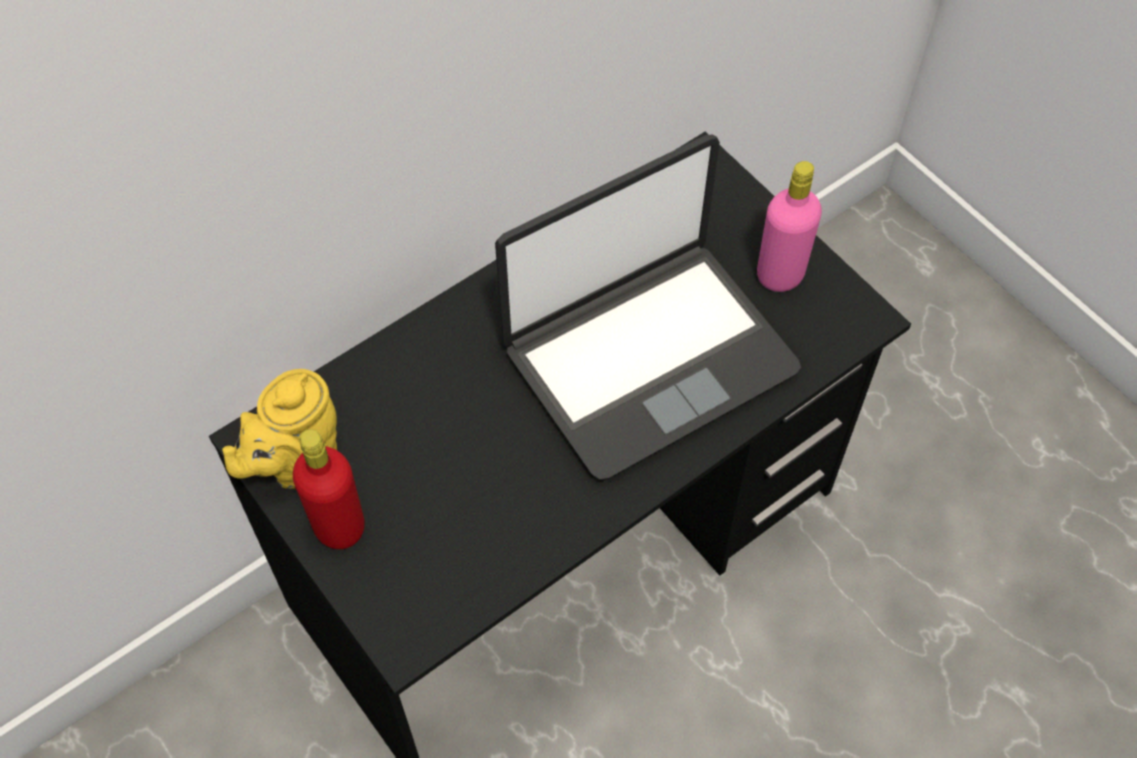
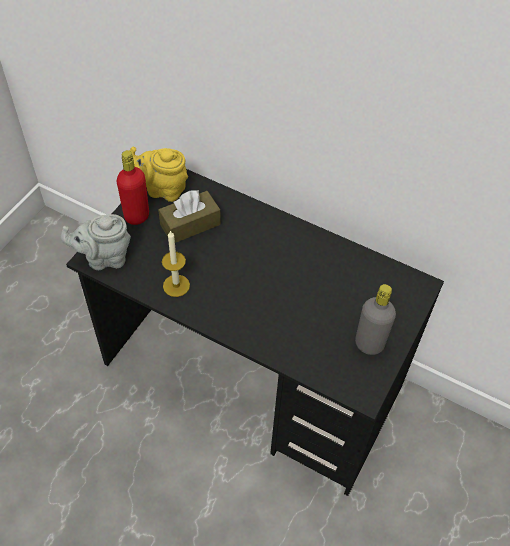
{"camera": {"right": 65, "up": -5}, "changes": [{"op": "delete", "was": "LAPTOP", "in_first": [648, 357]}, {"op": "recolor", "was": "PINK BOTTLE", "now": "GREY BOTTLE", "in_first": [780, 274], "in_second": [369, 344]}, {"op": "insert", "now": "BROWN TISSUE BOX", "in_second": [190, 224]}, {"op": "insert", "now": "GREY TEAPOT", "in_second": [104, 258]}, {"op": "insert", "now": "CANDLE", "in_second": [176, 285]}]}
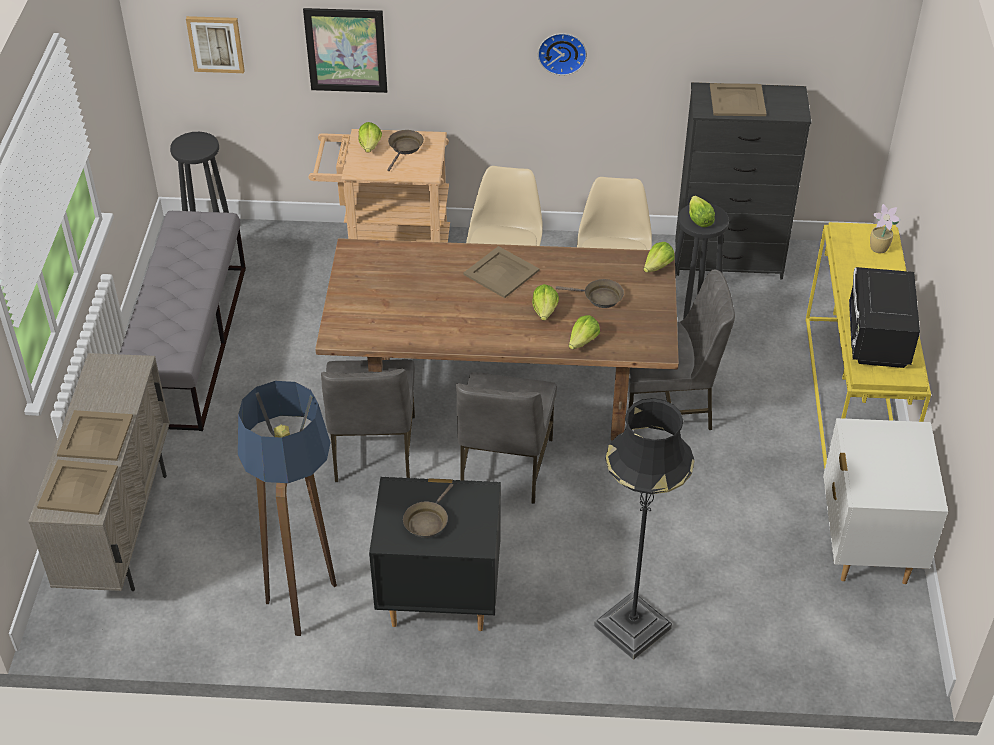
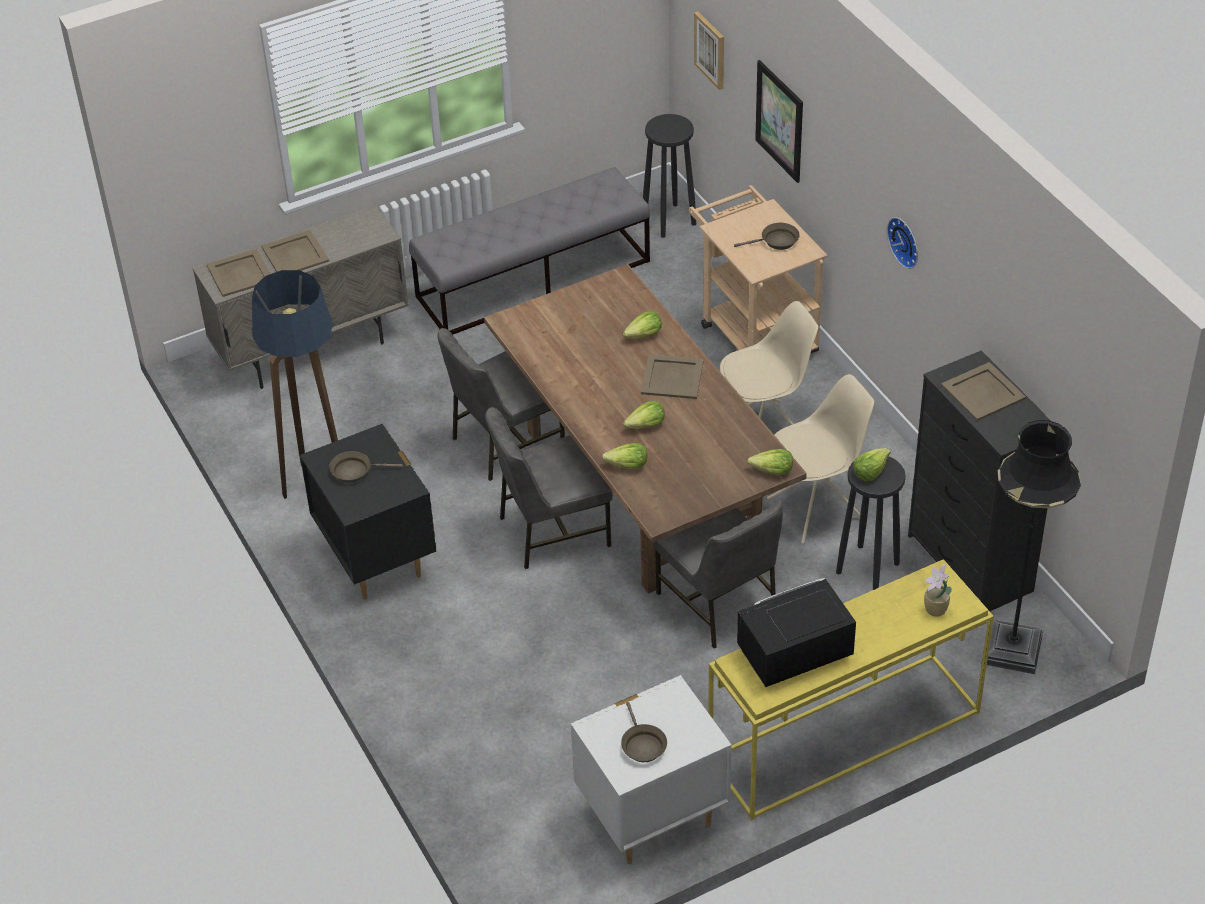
{"camera": {"right": 60, "up": 0}, "changes": [{"op": "move", "was": "LETTUCE", "in_first": [370, 146], "in_second": [644, 335]}, {"op": "move", "was": "BROWN FRYING PAN", "in_first": [599, 297], "in_second": [642, 745]}, {"op": "move", "was": "BLACK FLOOR LAMP", "in_first": [632, 627], "in_second": [1011, 649]}]}
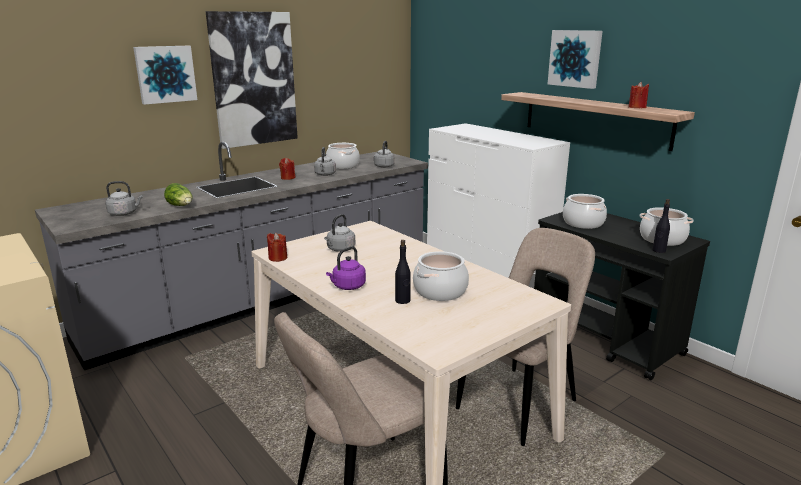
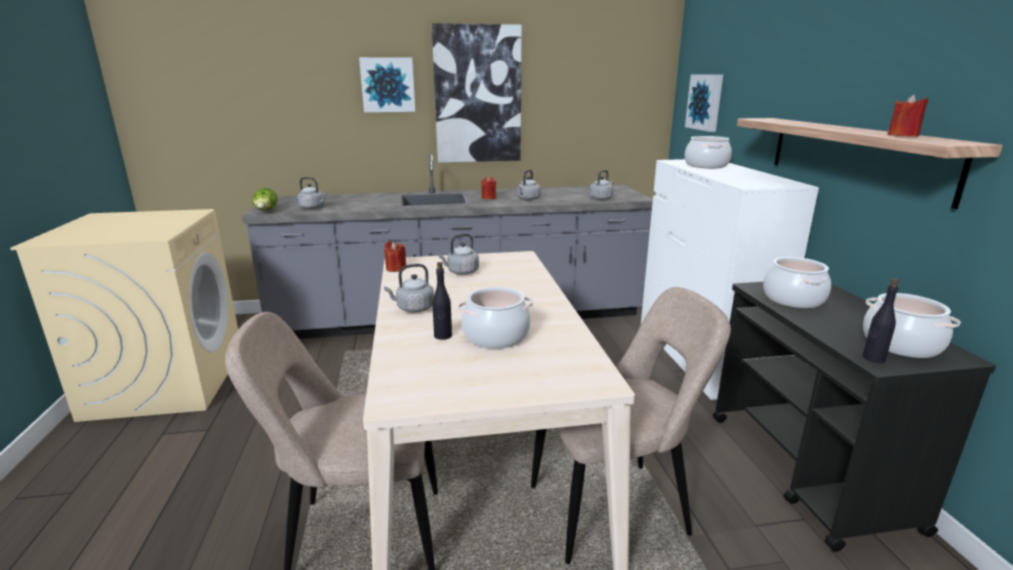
{"camera": {"right": 30, "up": 0}, "changes": [{"op": "move", "was": "PICTURE", "in_first": [575, 58], "in_second": [705, 102]}, {"op": "move", "was": "COOKING POT", "in_first": [342, 166], "in_second": [706, 165]}, {"op": "move", "was": "LETTUCE", "in_first": [181, 206], "in_second": [266, 211]}, {"op": "recolor", "was": "PURPLE KETTLE", "now": "GREY KETTLE", "in_first": [347, 286], "in_second": [413, 308]}]}
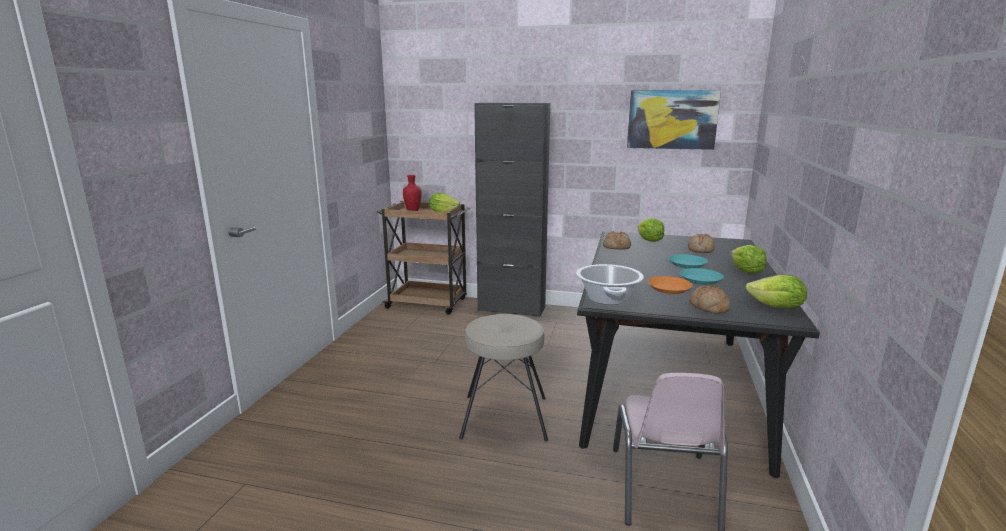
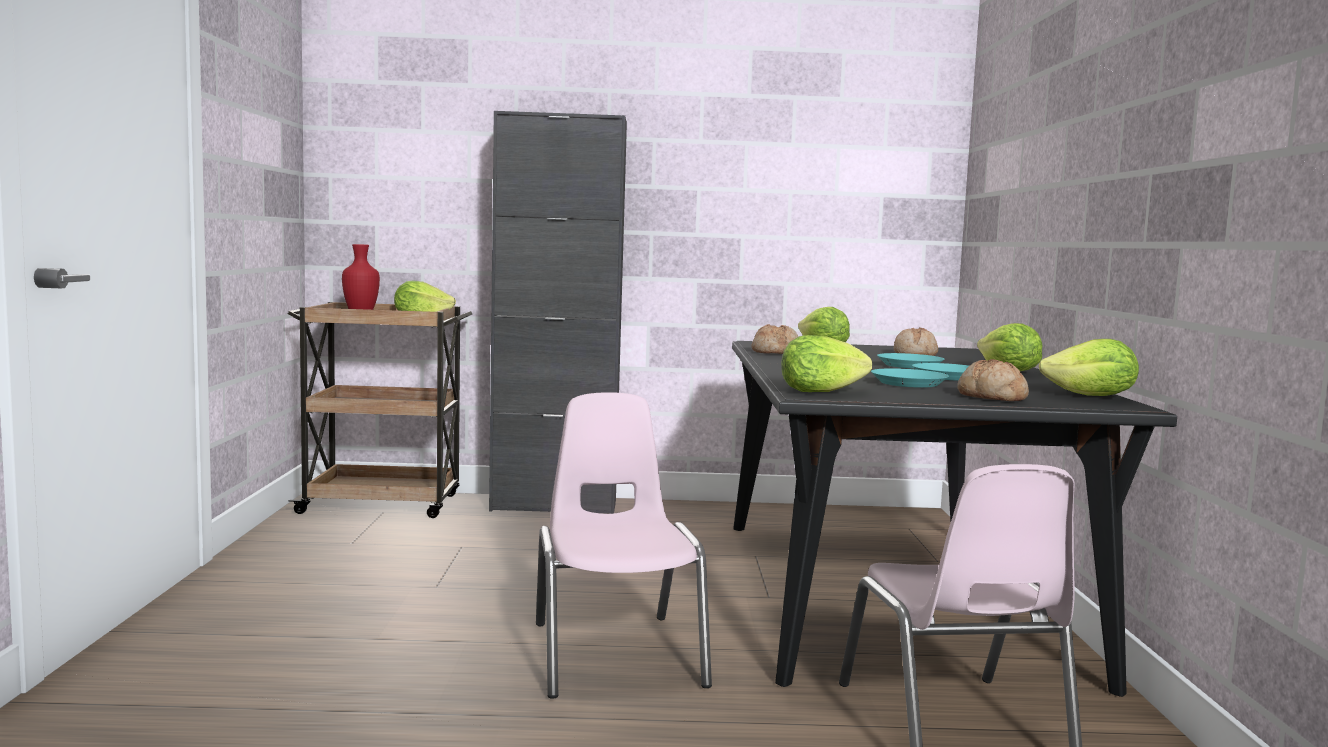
{"camera": {"right": -15, "up": -10}, "changes": [{"op": "delete", "was": "PICTURE", "in_first": [672, 119]}, {"op": "replace", "was": "COOKING POT", "now": "LETTUCE", "in_first": [607, 298], "in_second": [820, 391]}, {"op": "recolor", "was": "ORANGE PLATE", "now": "TURQUOISE PLATE", "in_first": [669, 288], "in_second": [908, 383]}, {"op": "replace", "was": "BEIGE STOOL", "now": "PINK CHAIR", "in_first": [504, 416], "in_second": [615, 654]}]}
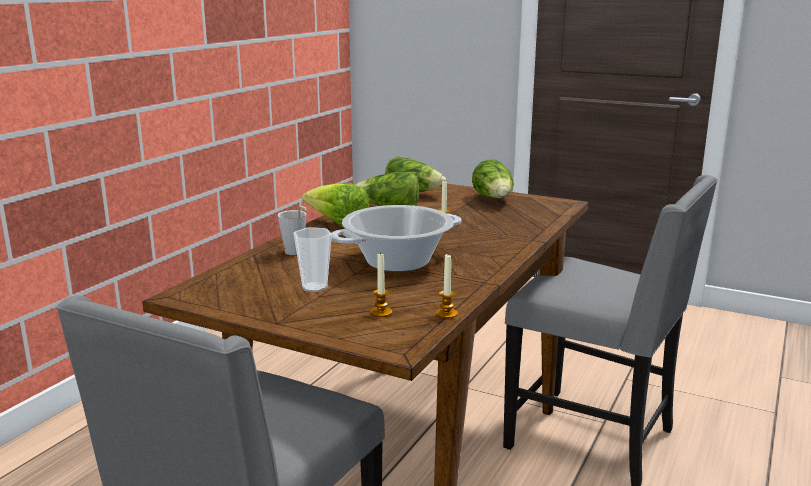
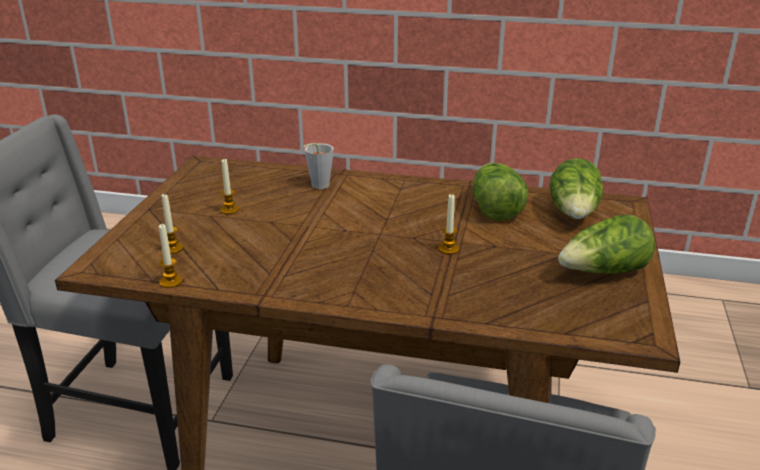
{"camera": {"right": 75, "up": 10}, "changes": [{"op": "delete", "was": "LETTUCE", "in_first": [338, 225]}, {"op": "delete", "was": "COOKING POT", "in_first": [398, 262]}, {"op": "replace", "was": "CUP", "now": "CANDLE", "in_first": [314, 287], "in_second": [229, 210]}]}
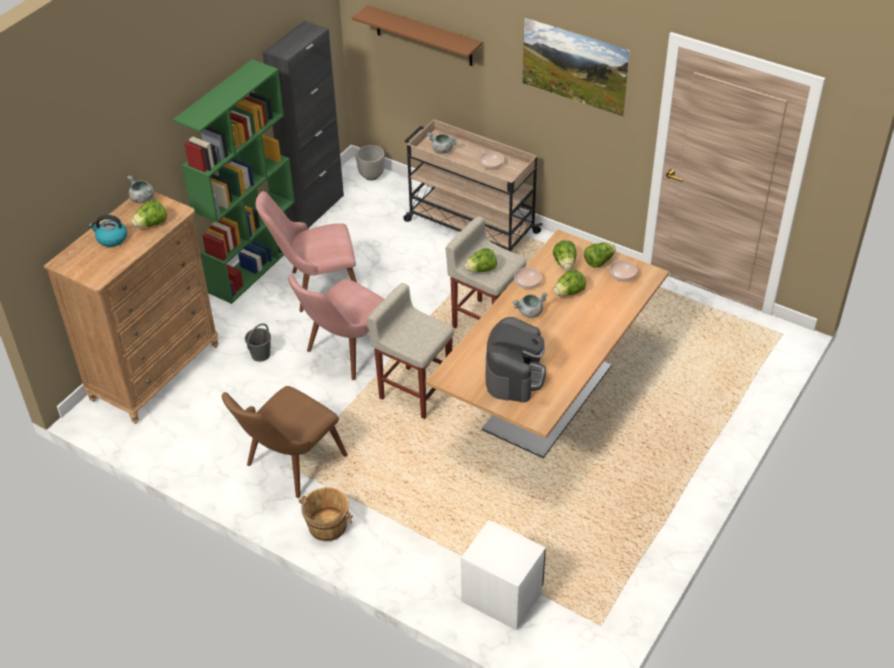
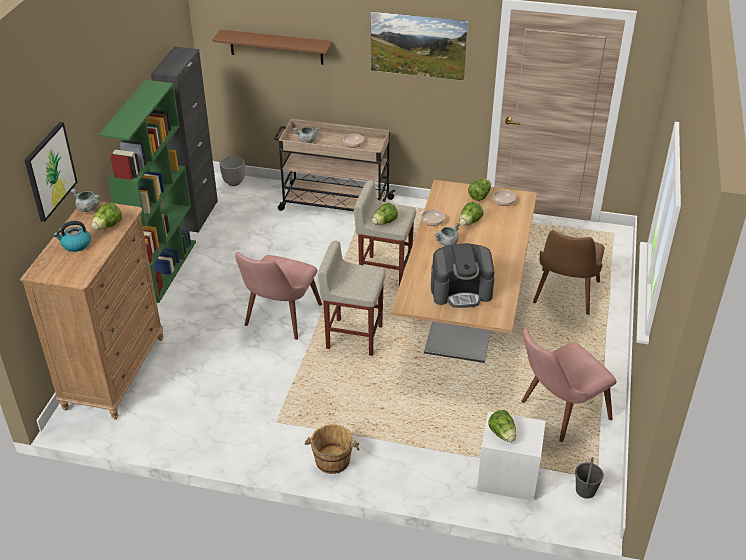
{"camera": {"right": -20, "up": -5}, "changes": [{"op": "move", "was": "PINK CHAIR", "in_first": [315, 288], "in_second": [556, 414]}, {"op": "move", "was": "LETTUCE", "in_first": [565, 264], "in_second": [502, 434]}, {"op": "rotate", "was": "COFFEE MACHINE", "in_first": [514, 375], "in_second": [461, 291], "clockwise": 90}, {"op": "move", "was": "GREY BUCKET", "in_first": [260, 355], "in_second": [585, 490]}, {"op": "move", "was": "BROWN CHAIR", "in_first": [288, 467], "in_second": [564, 298]}, {"op": "insert", "now": "PICTURE", "in_second": [50, 171]}]}
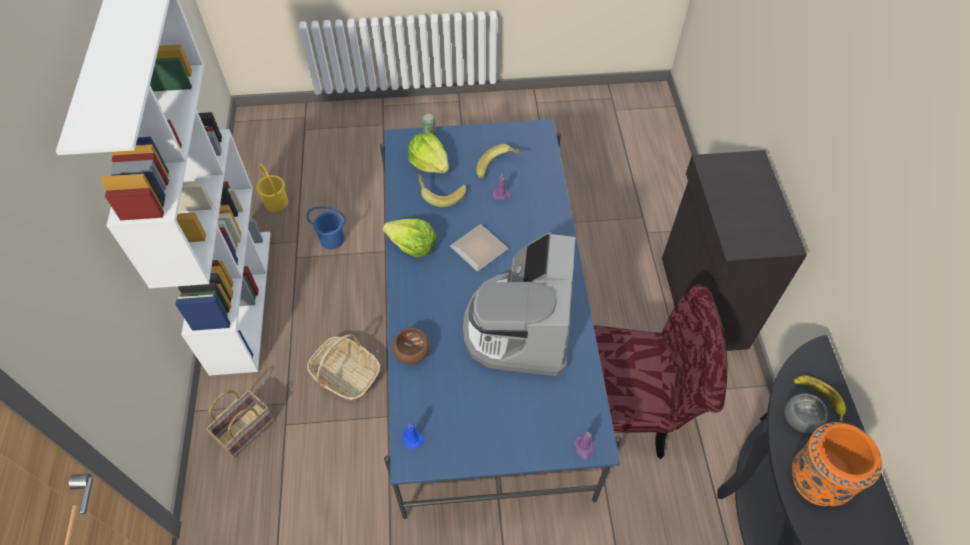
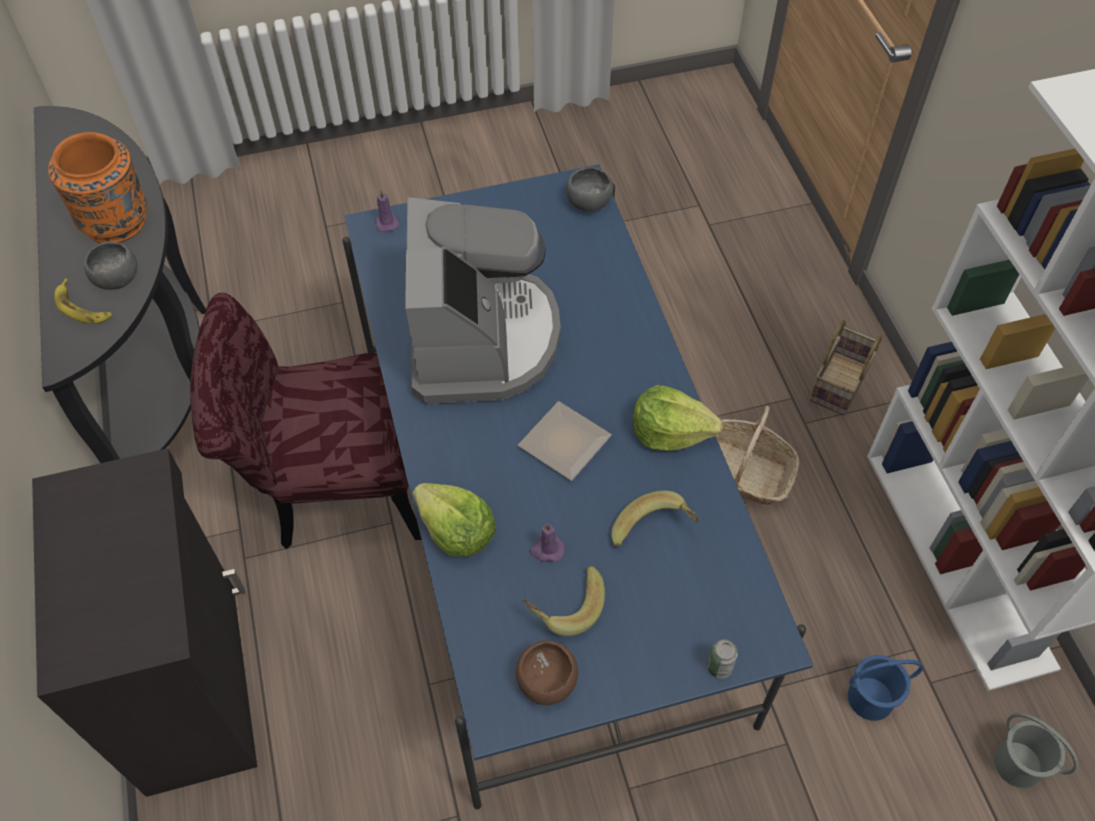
{"camera": {"right": 170, "up": 0}, "changes": [{"op": "move", "was": "LETTUCE", "in_first": [429, 163], "in_second": [456, 531]}, {"op": "recolor", "was": "YELLOW BUCKET", "now": "GREY BUCKET", "in_first": [276, 202], "in_second": [1018, 763]}, {"op": "move", "was": "BROWN BOWL", "in_first": [413, 353], "in_second": [545, 682]}, {"op": "replace", "was": "BLUE CANDLE", "now": "GREY BOWL", "in_first": [412, 438], "in_second": [589, 204]}]}
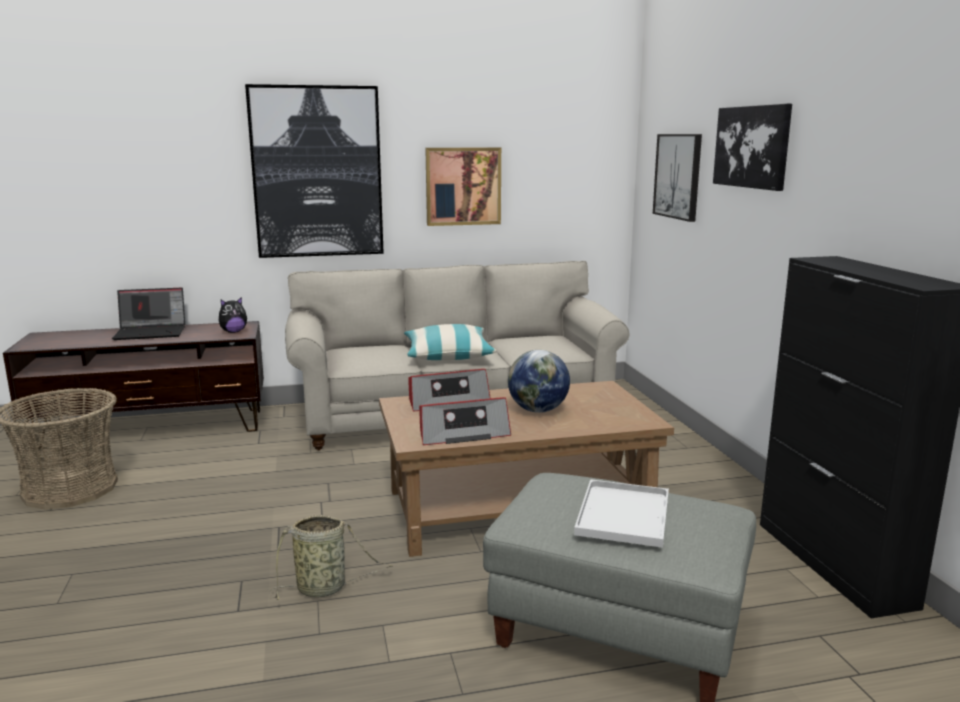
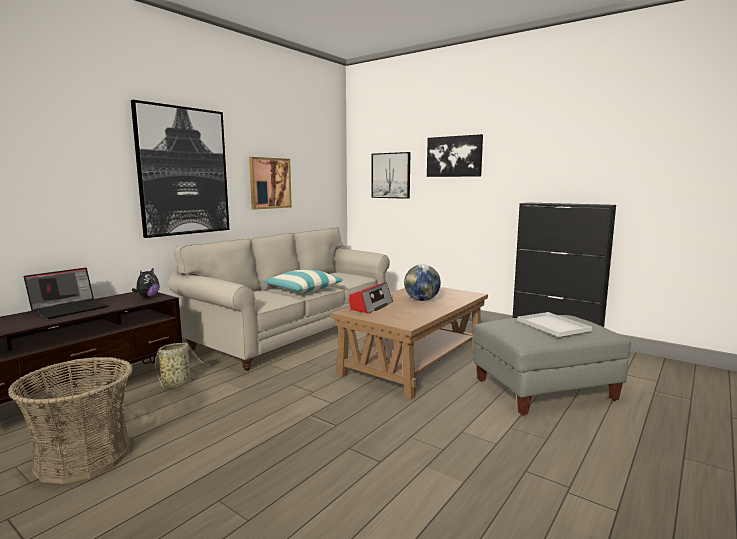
{"camera": {"right": -40, "up": -5}, "changes": [{"op": "delete", "was": "RADIO", "in_first": [462, 433]}, {"op": "move", "was": "BASKET", "in_first": [325, 588], "in_second": [178, 384]}]}
